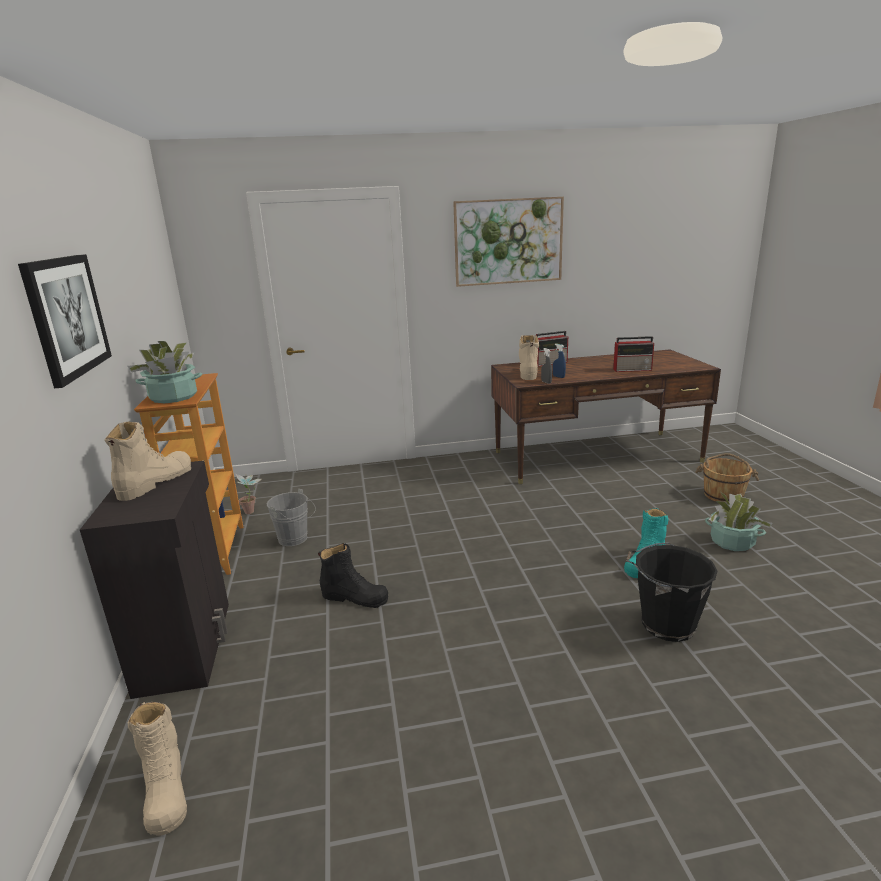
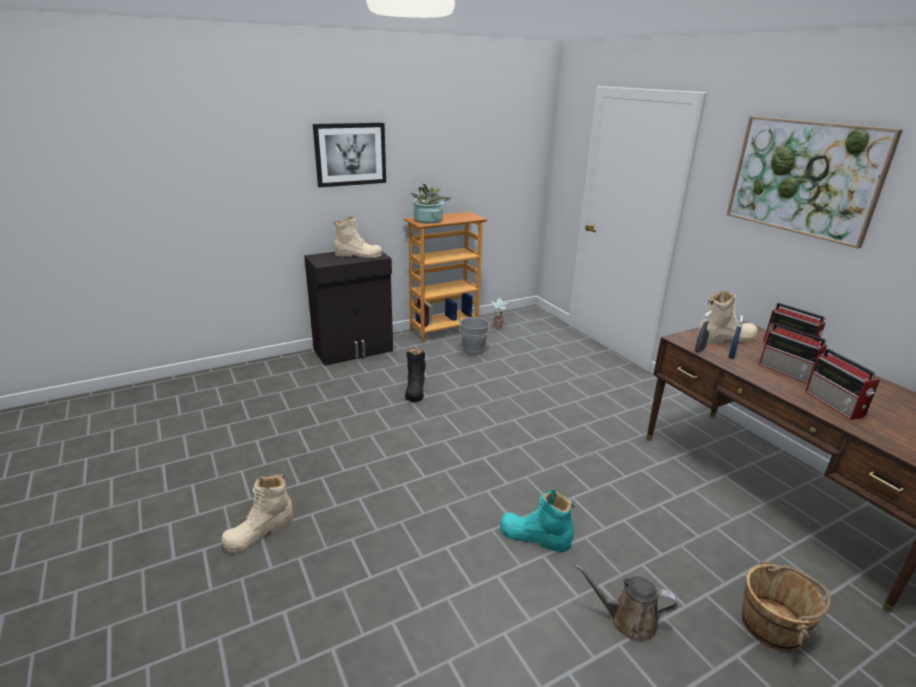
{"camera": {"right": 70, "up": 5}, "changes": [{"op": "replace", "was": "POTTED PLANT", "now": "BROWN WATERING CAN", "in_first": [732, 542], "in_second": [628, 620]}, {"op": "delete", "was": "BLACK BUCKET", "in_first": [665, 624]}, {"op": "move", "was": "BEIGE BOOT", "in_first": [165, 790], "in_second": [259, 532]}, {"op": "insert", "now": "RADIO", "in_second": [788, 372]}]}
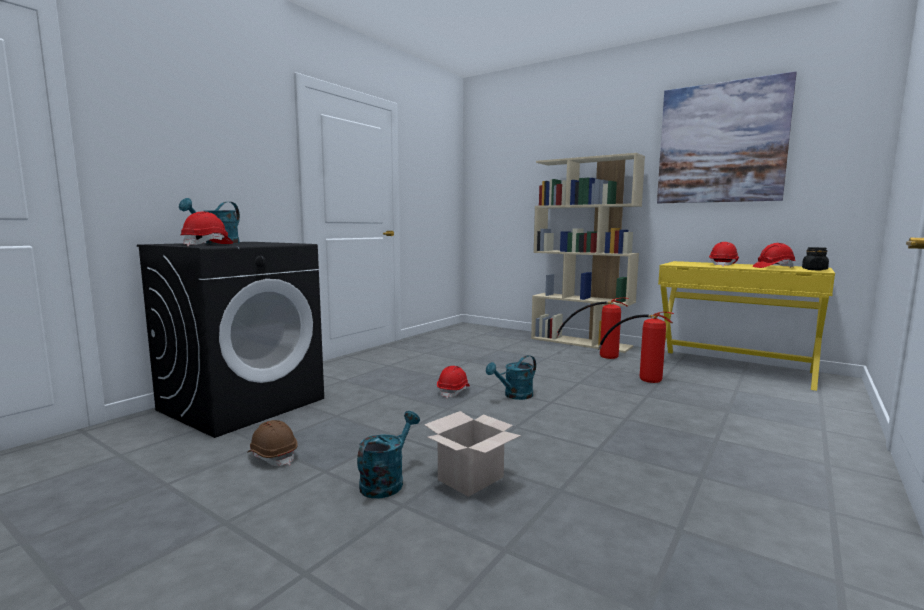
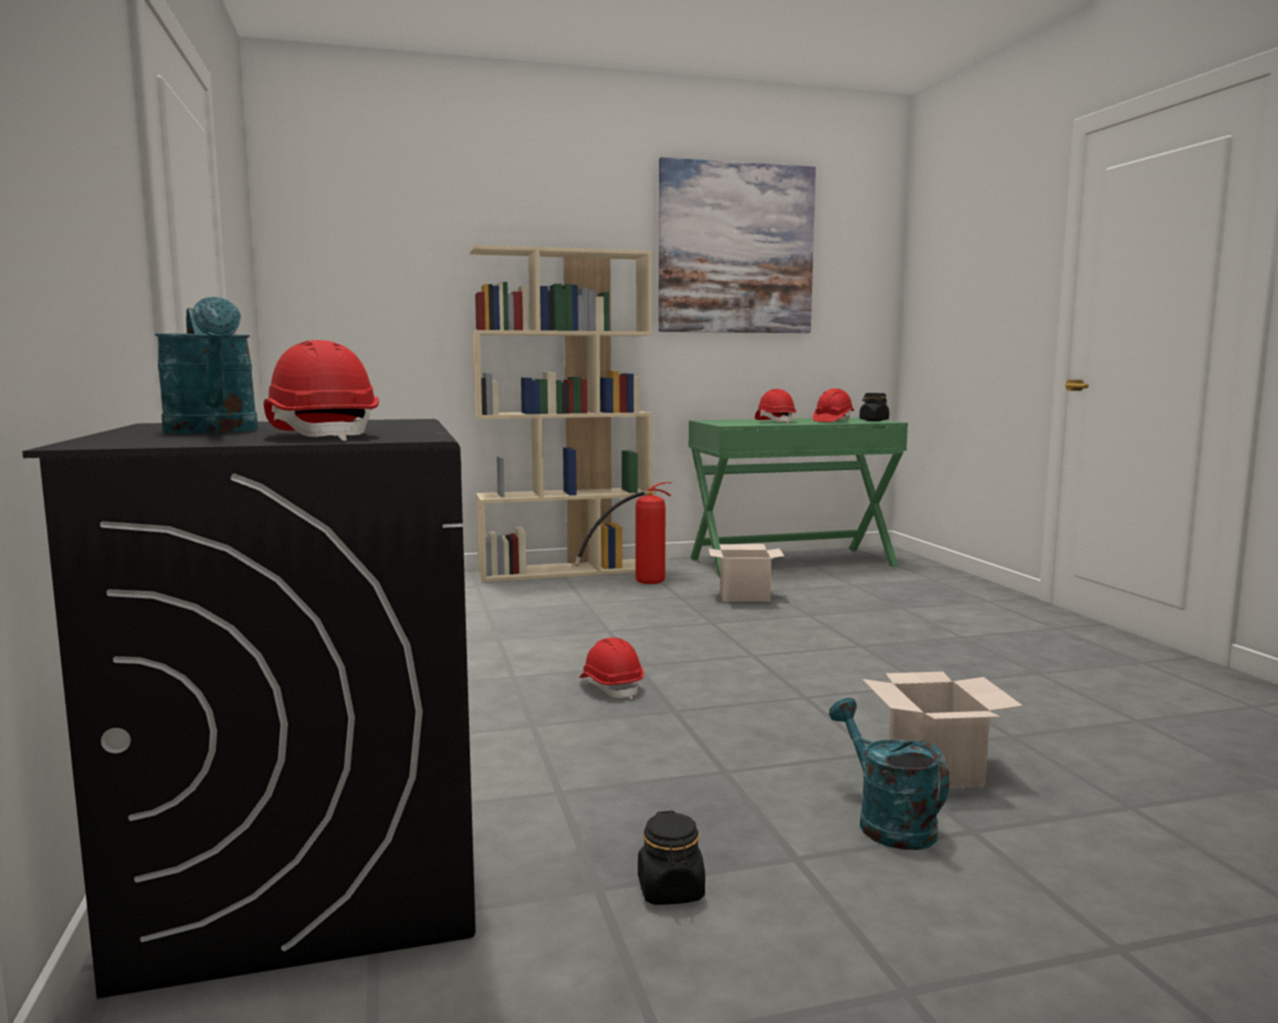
{"camera": {"right": -50, "up": 0}, "changes": [{"op": "recolor", "was": "YELLOW DESK", "now": "GREEN DESK", "in_first": [733, 368], "in_second": [791, 562]}, {"op": "replace", "was": "FIRE EXTINGUISHER", "now": "CARDBOARD BOX", "in_first": [639, 377], "in_second": [745, 596]}, {"op": "delete", "was": "TURQUOISE WATERING CAN", "in_first": [514, 396]}, {"op": "replace", "was": "BROWN HARD HAT", "now": "BLACK JAR", "in_first": [273, 456], "in_second": [671, 891]}]}
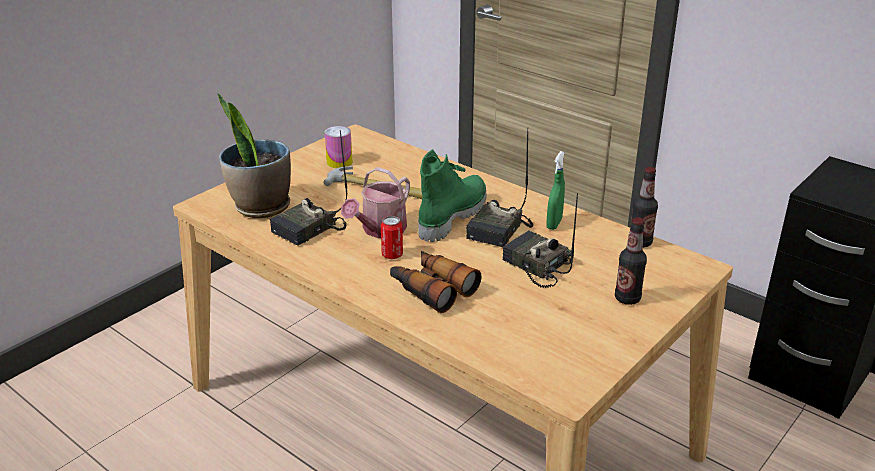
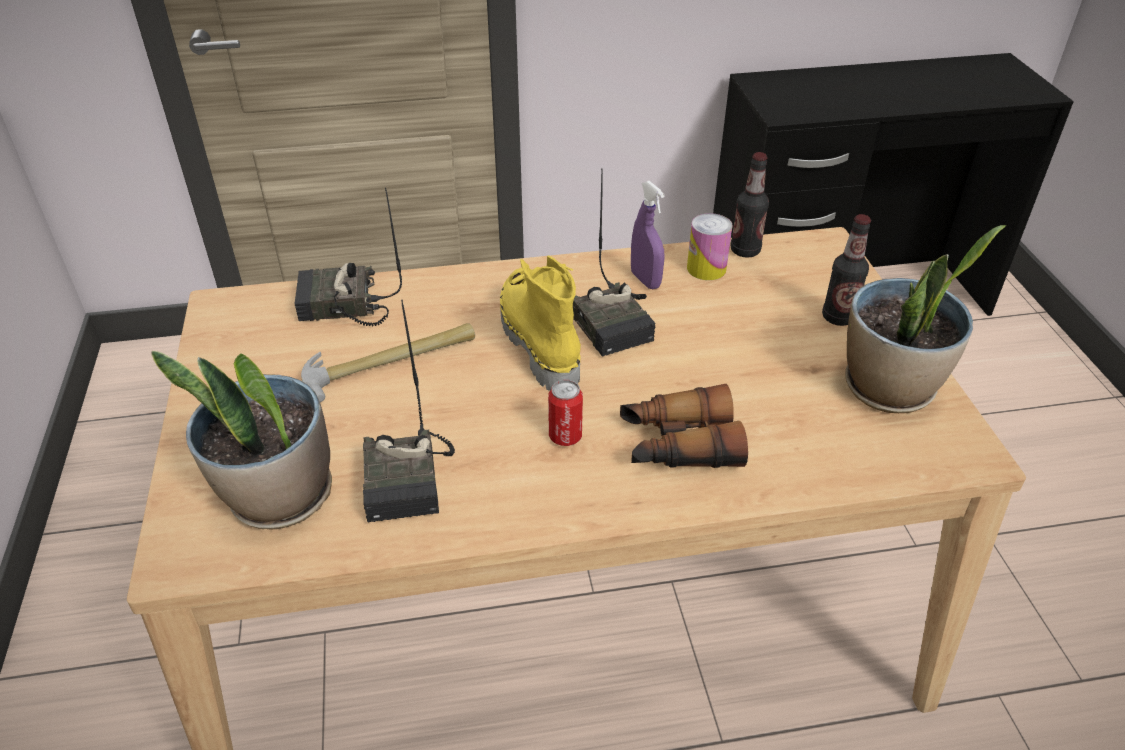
{"camera": {"right": -50, "up": 10}, "changes": [{"op": "move", "was": "CAN", "in_first": [339, 162], "in_second": [706, 268]}, {"op": "recolor", "was": "GREEN BOOT", "now": "YELLOW BOOT", "in_first": [451, 216], "in_second": [537, 341]}, {"op": "recolor", "was": "GREEN SPRAY BOTTLE", "now": "PURPLE SPRAY BOTTLE", "in_first": [554, 224], "in_second": [645, 280]}, {"op": "delete", "was": "WATERING CAN", "in_first": [380, 230]}, {"op": "move", "was": "RADIO", "in_first": [535, 266], "in_second": [341, 307]}, {"op": "insert", "now": "POTTED PLANT", "in_second": [889, 389]}]}
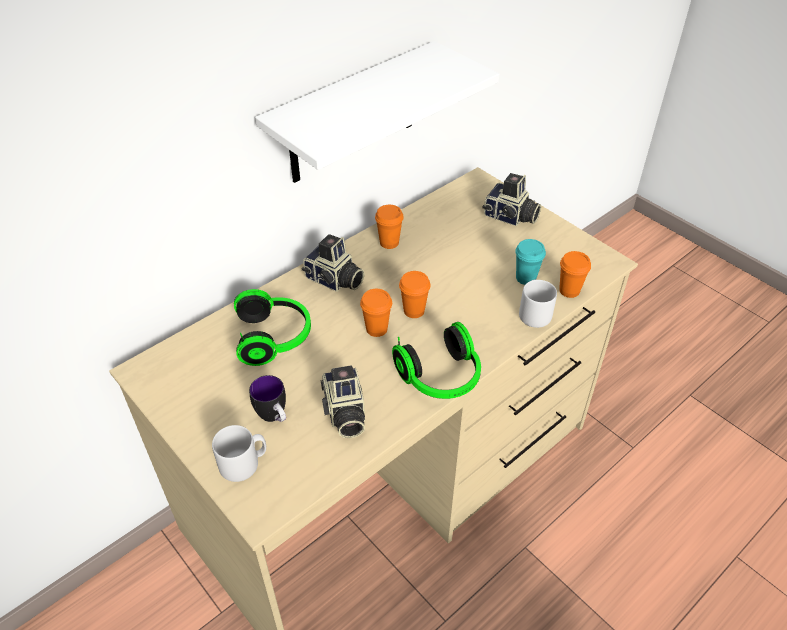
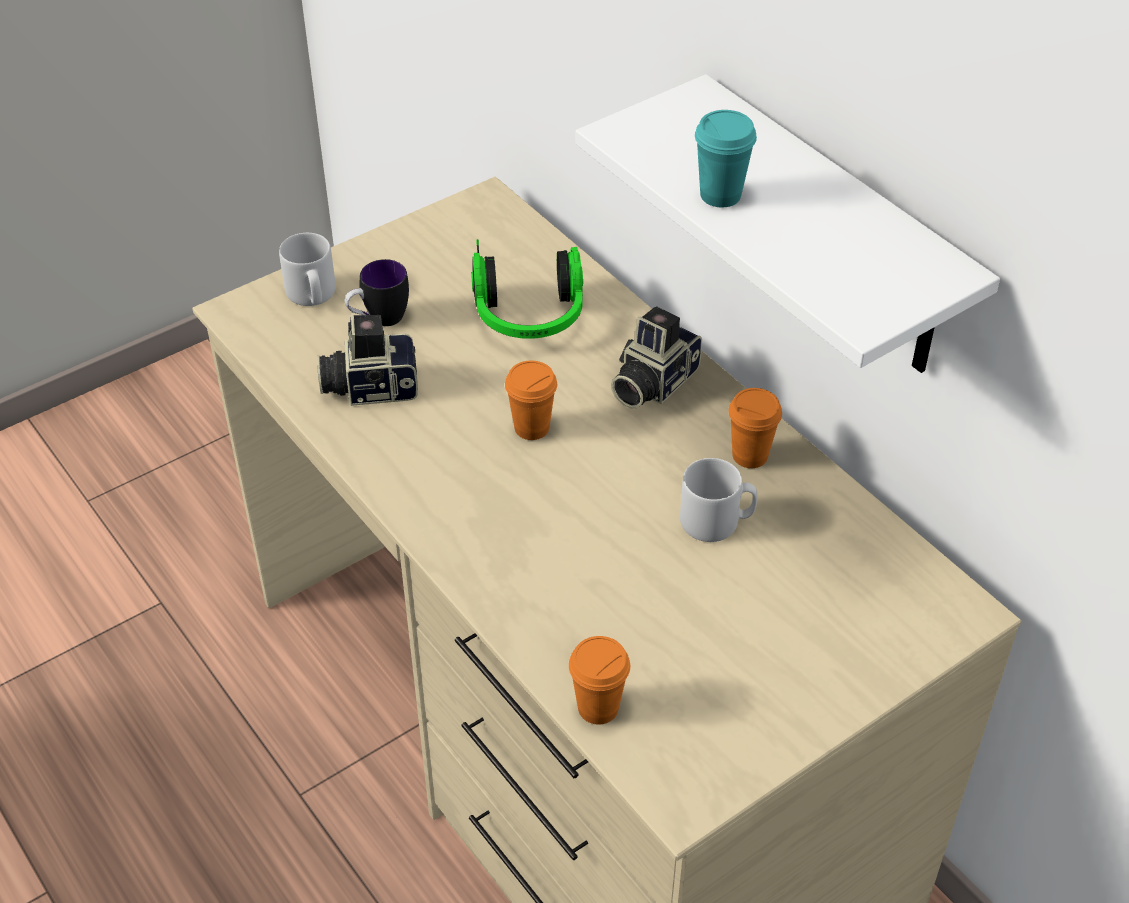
{"camera": {"right": 95, "up": 0}, "changes": [{"op": "delete", "was": "PHOTO CAMERA", "in_first": [510, 217]}, {"op": "move", "was": "TURQUOISE CUP", "in_first": [526, 278], "in_second": [720, 195]}, {"op": "delete", "was": "ORANGE CUP", "in_first": [414, 311]}, {"op": "move", "was": "GREY MUG", "in_first": [534, 313], "in_second": [717, 522]}, {"op": "delete", "was": "HEADPHONES", "in_first": [441, 378]}]}
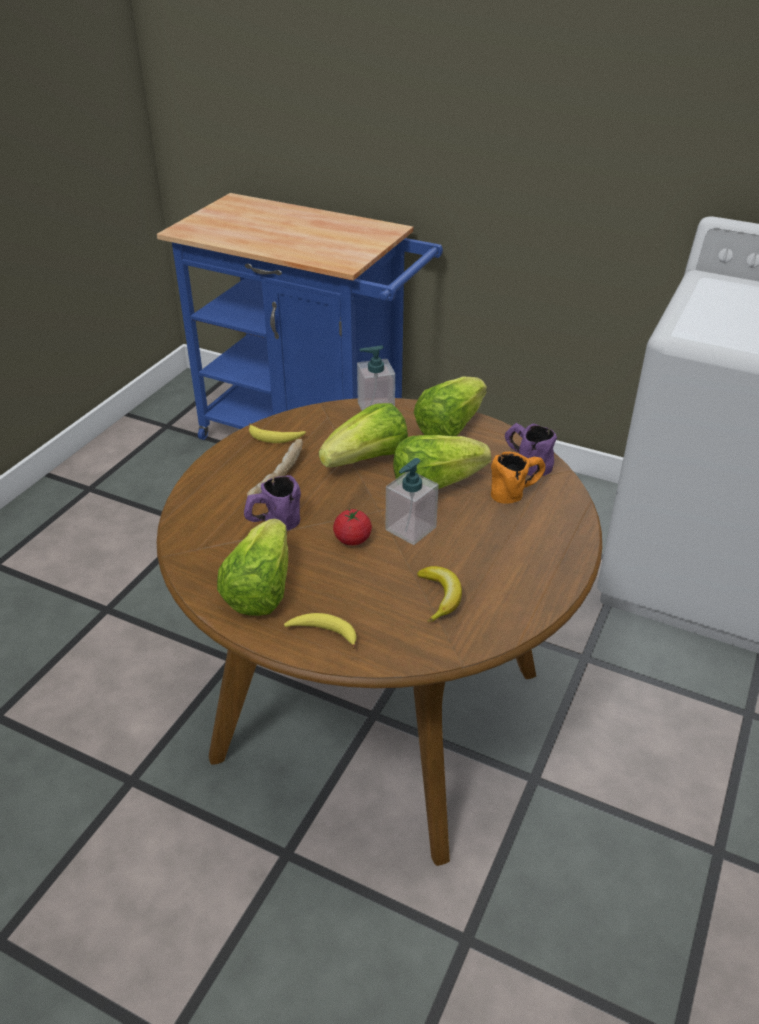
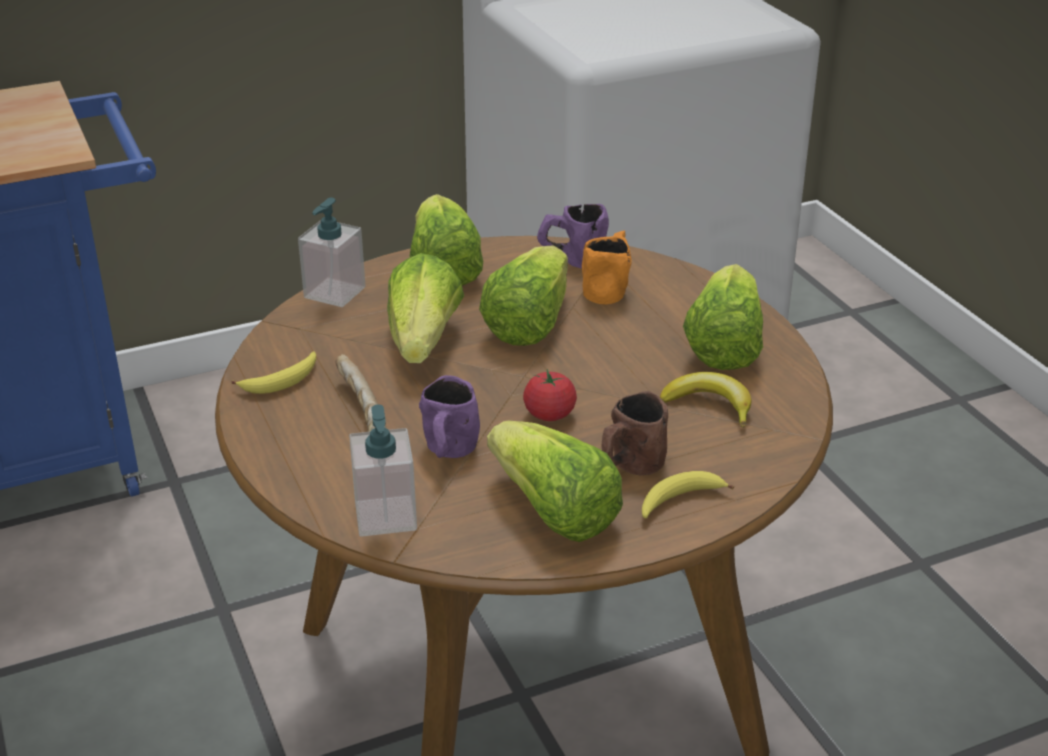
{"camera": {"right": -50, "up": -5}, "changes": [{"op": "move", "was": "SOAP DISPENSER", "in_first": [410, 529], "in_second": [385, 516]}, {"op": "insert", "now": "LETTUCE", "in_second": [724, 346]}, {"op": "insert", "now": "BROWN MUG", "in_second": [629, 468]}]}
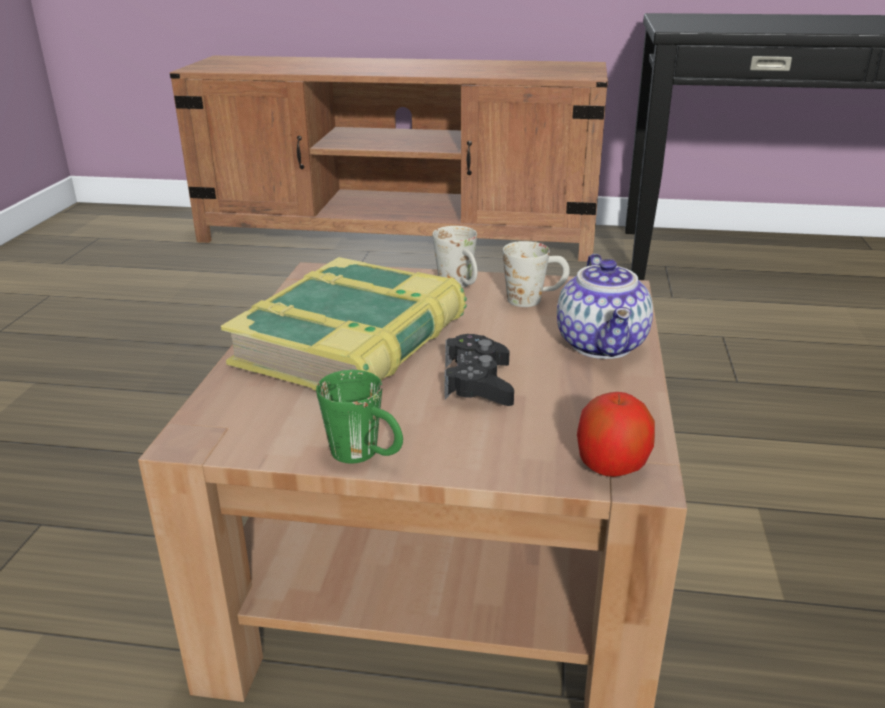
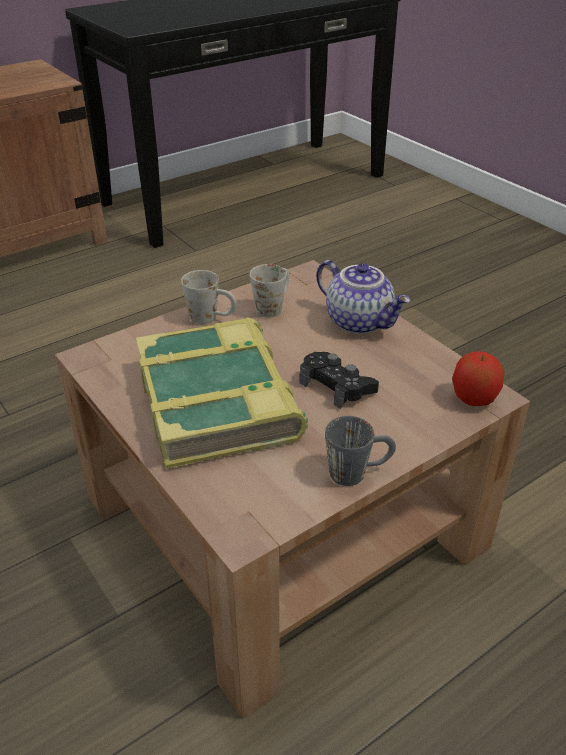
{"camera": {"right": -45, "up": 10}, "changes": [{"op": "recolor", "was": "GREEN MUG", "now": "GREY MUG", "in_first": [366, 455], "in_second": [358, 472]}]}
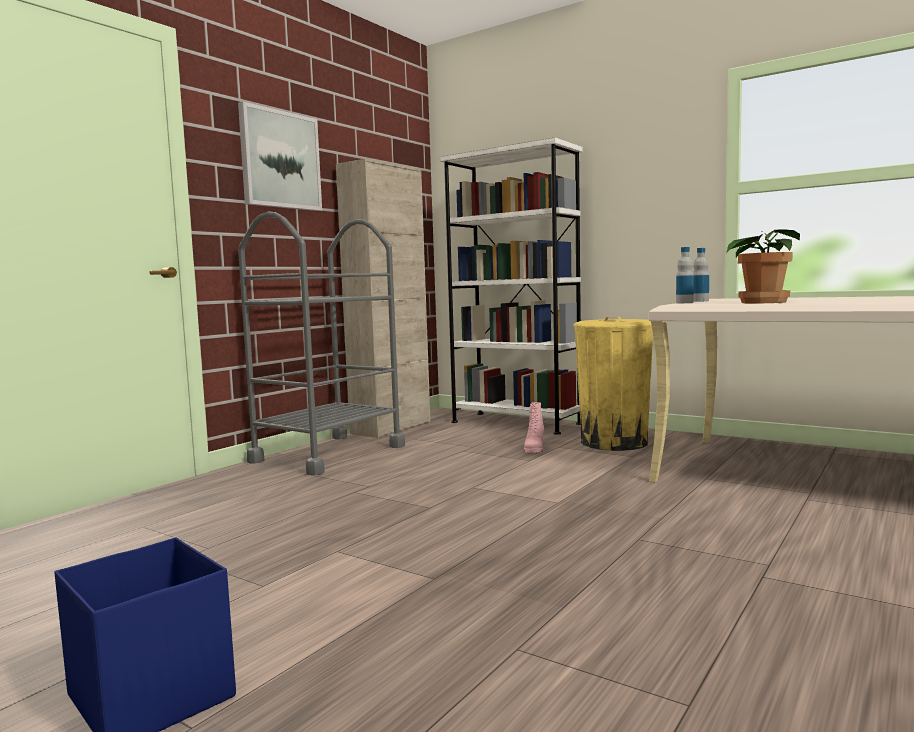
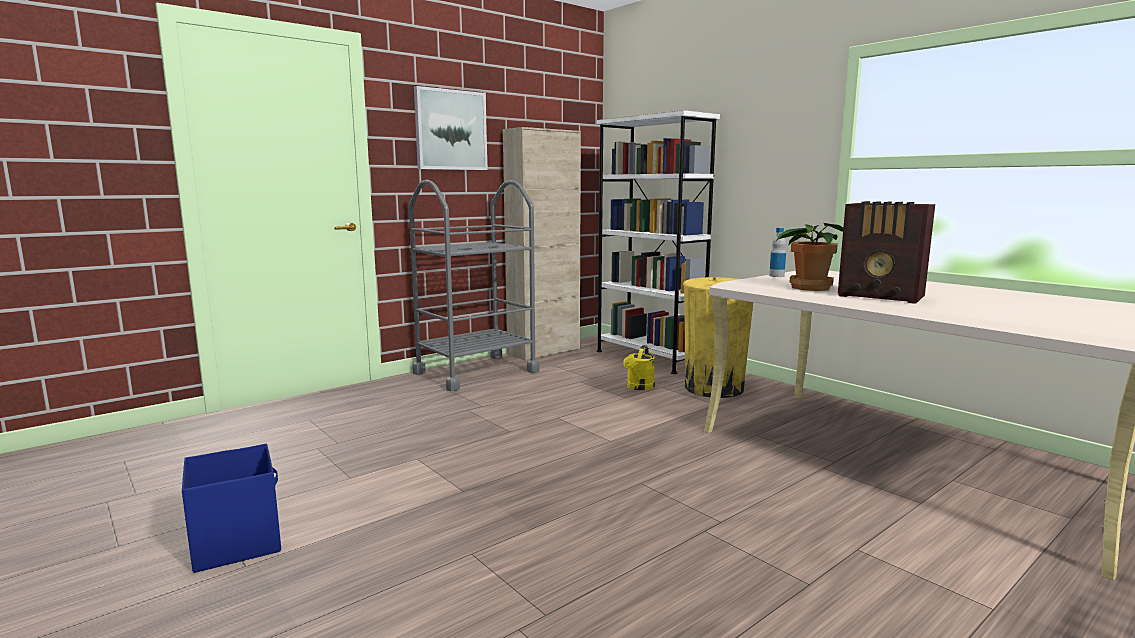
{"camera": {"right": 15, "up": 5}, "changes": [{"op": "delete", "was": "BOTTLE", "in_first": [684, 303]}, {"op": "replace", "was": "PINK BOOT", "now": "YELLOW WATERING CAN", "in_first": [534, 449], "in_second": [639, 387]}, {"op": "insert", "now": "RADIO", "in_second": [882, 297]}]}
